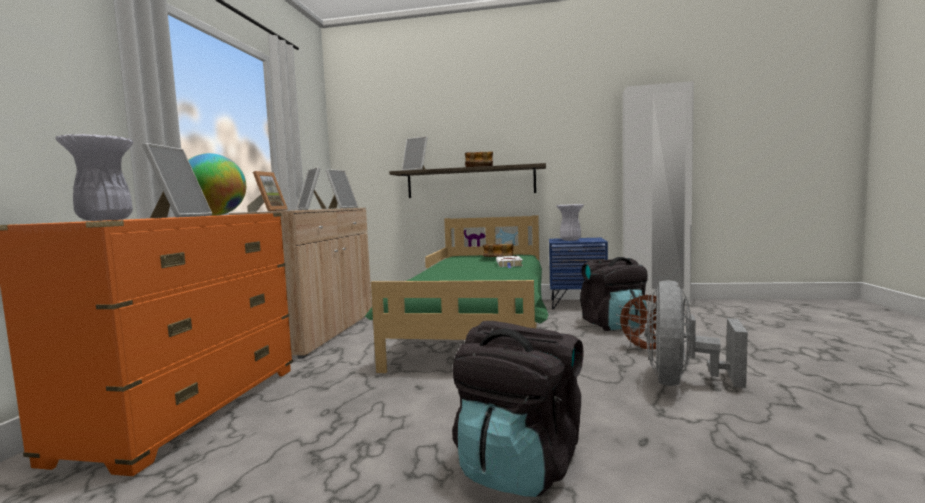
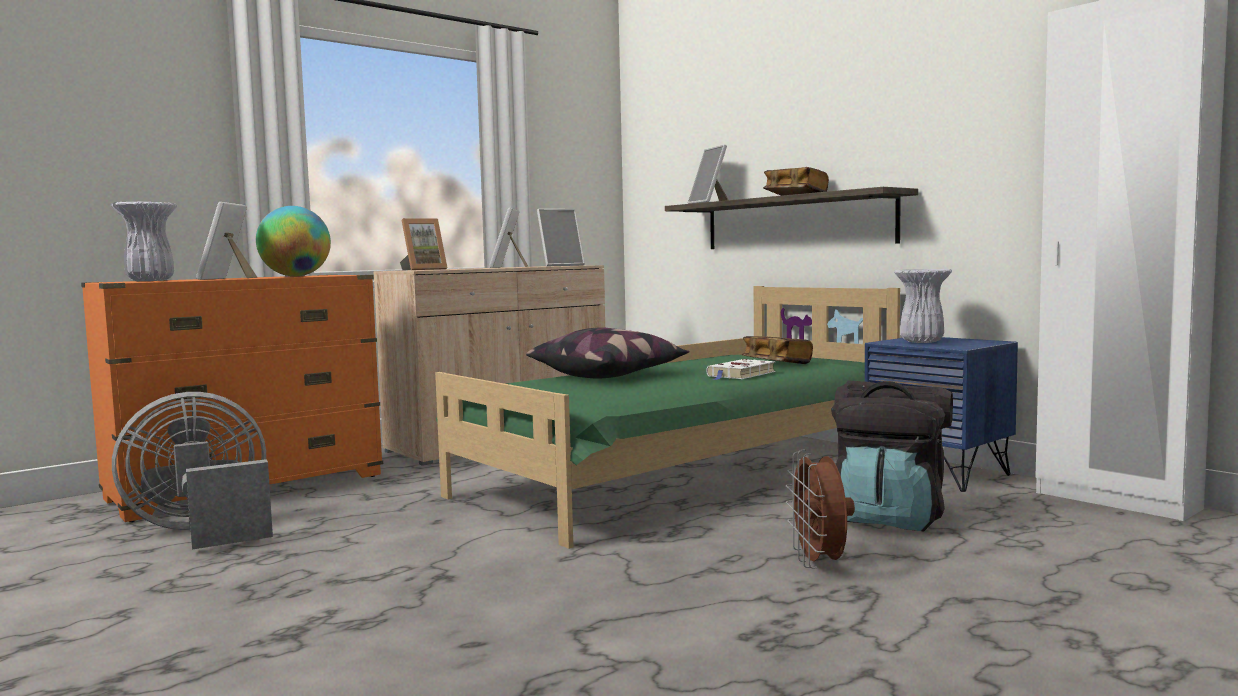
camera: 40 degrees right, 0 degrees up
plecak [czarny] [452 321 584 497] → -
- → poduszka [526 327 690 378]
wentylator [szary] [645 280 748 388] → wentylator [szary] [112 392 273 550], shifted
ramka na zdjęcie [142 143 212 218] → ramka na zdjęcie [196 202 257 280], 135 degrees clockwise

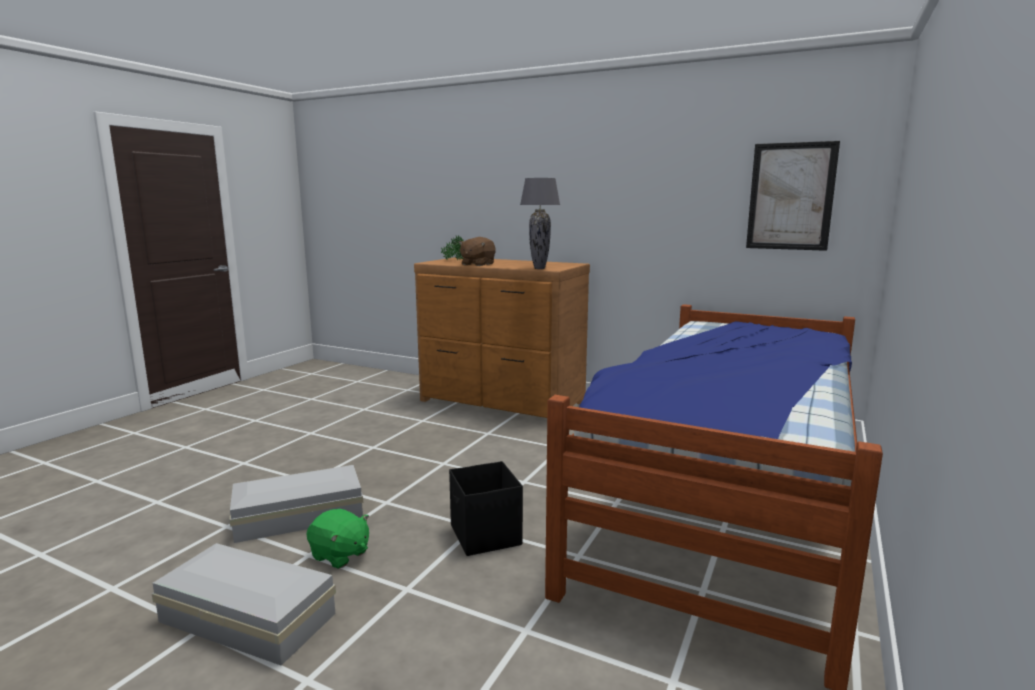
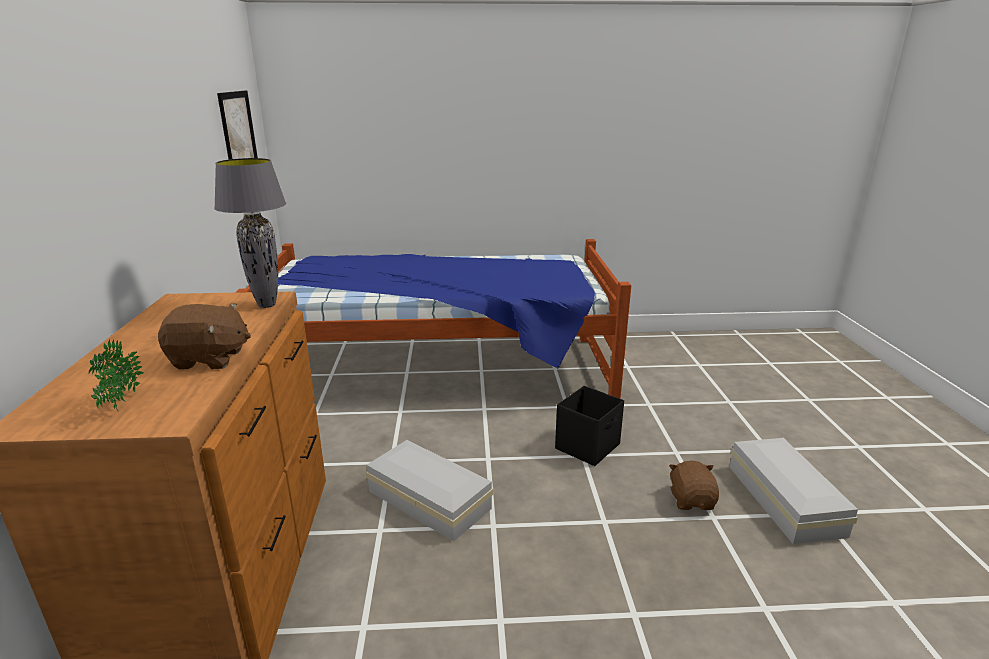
camera: 120 degrees left, 10 degrees up
pojemnik do przechowywania [biały] [229 465 363 543] → pojemnik do przechowywania [biały] [366 440 493 541], shifted
pluszak [zielony] [306 509 369 569] → pluszak [brązowy] [669 461 719 510]

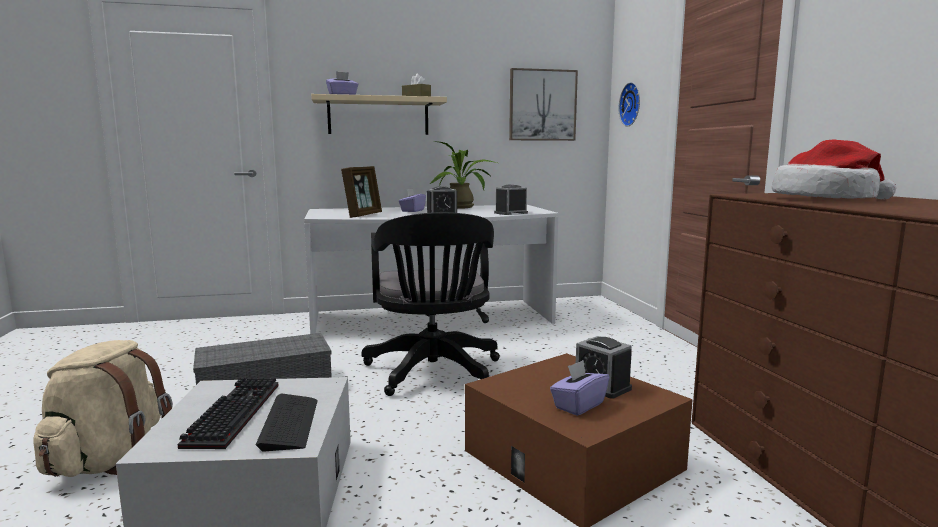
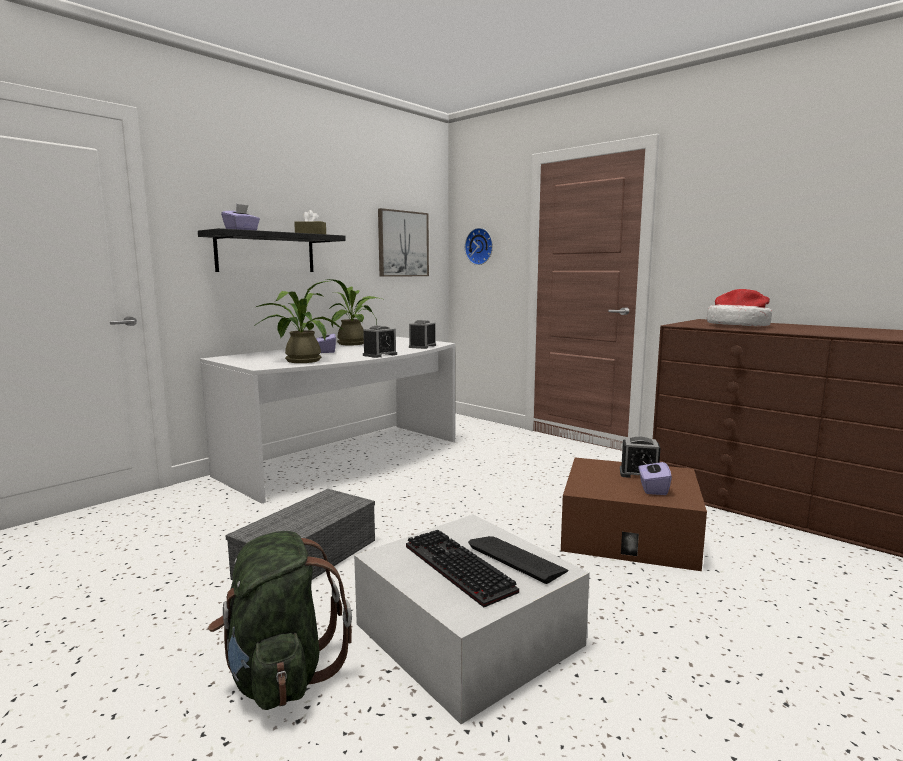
camera: 35 degrees left, 0 degrees up
krzesło biurowe [czarny] [361 212 500 396] → -
ramka na zdjęcie [341 166 382 218] → roślina doniczkowa [254 281 344 363]
plecak [beżowy] [33 340 173 477] → plecak [zielony] [208 531 352 710]
półka [beżowy] [311 94 447 135] → półka [czarny] [198 228 346 272]

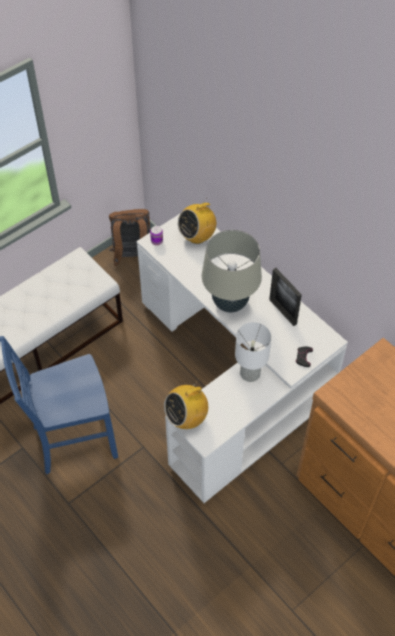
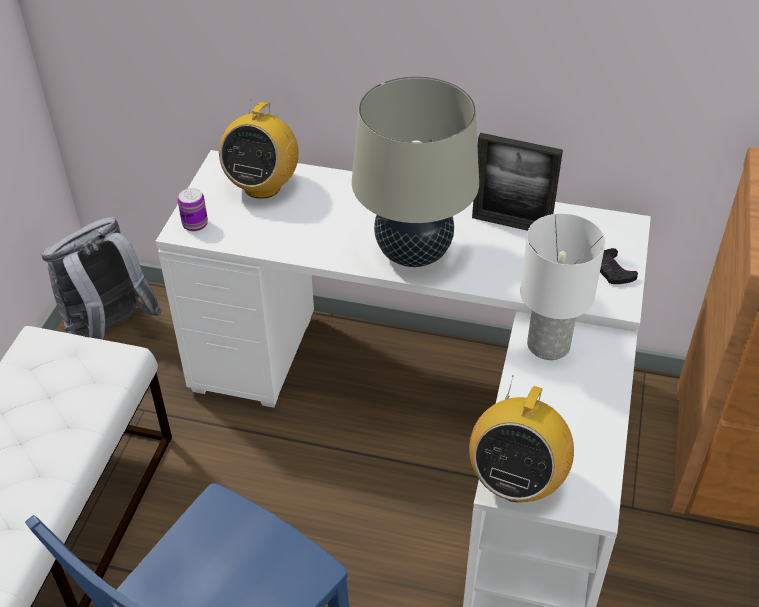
camera: 35 degrees left, 10 degrees down
plecak [brązowy] [109 209 150 266] → plecak [szary] [42 217 162 340]

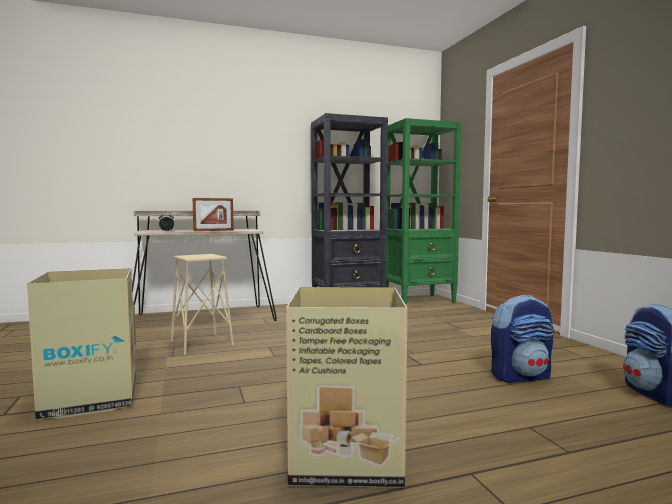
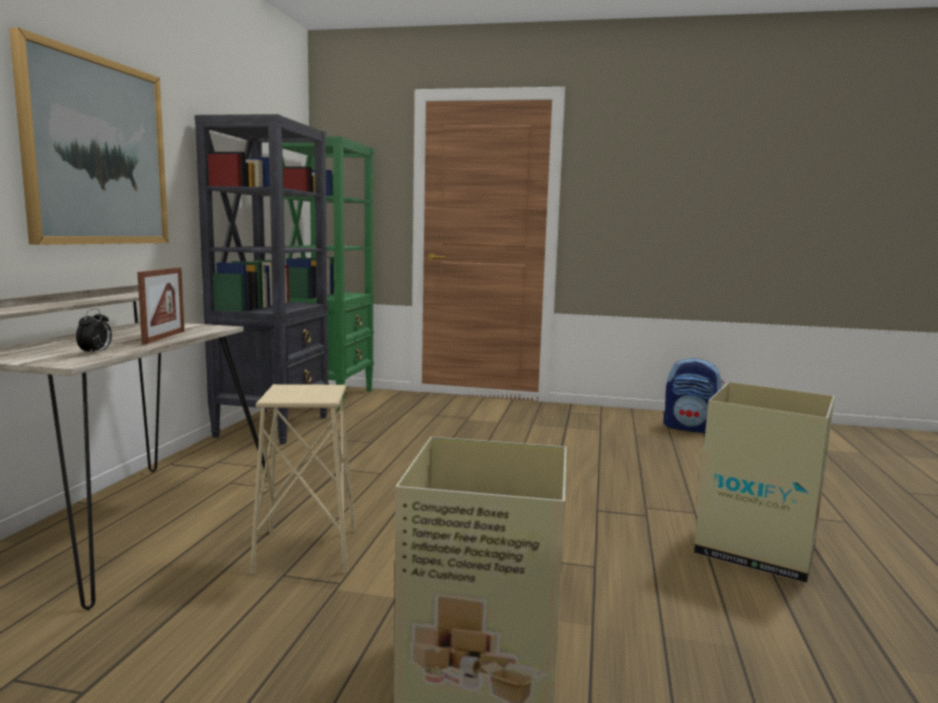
camera: 60 degrees left, 5 degrees up
plecak [491 295 554 383] → -
- → obraz [9 27 169 245]

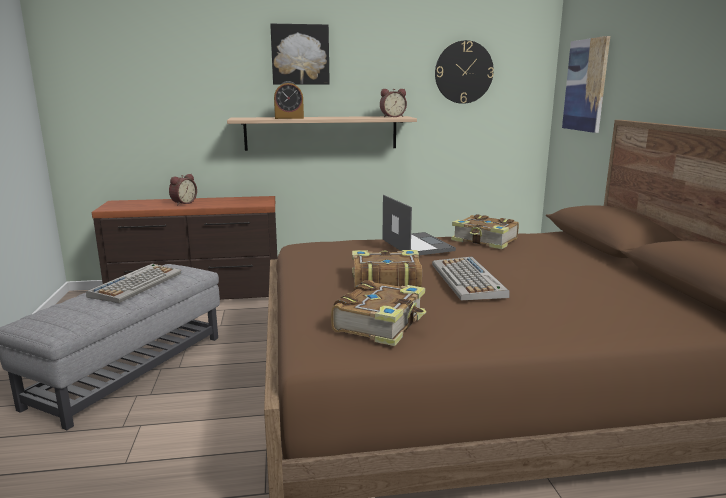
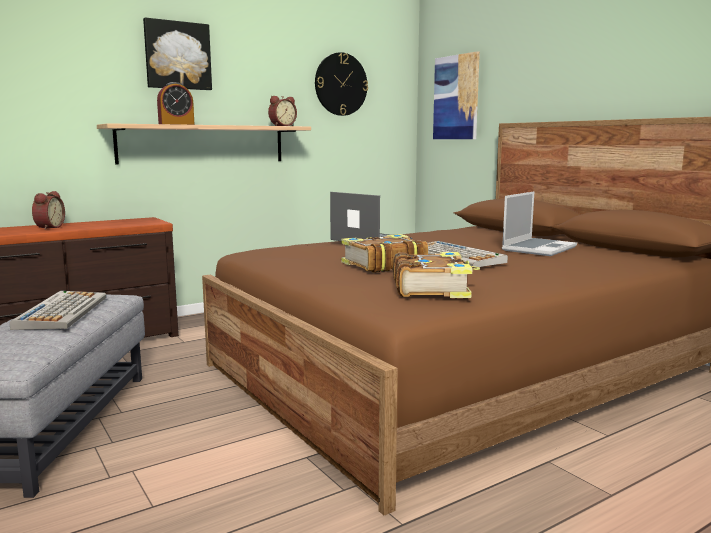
camera: 25 degrees left, 5 degrees down
książka [451 214 519 249] → -
- → laptop [502 191 577 256]

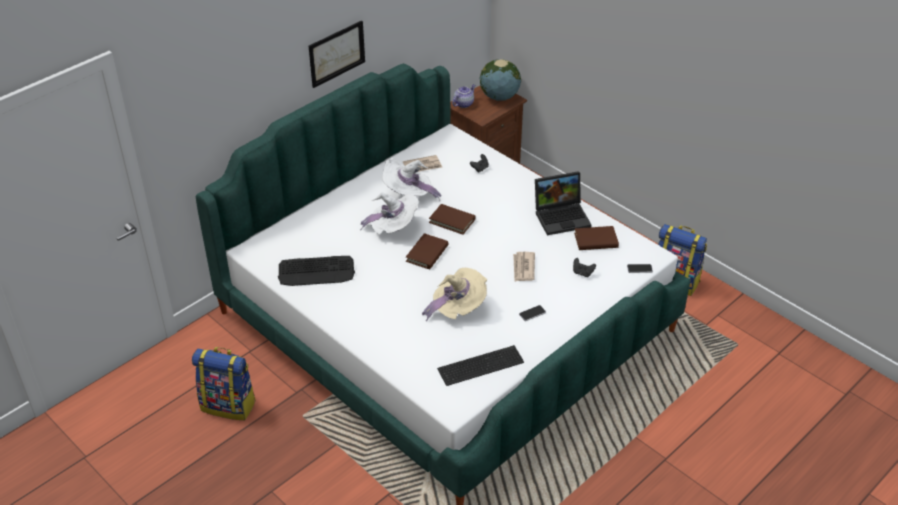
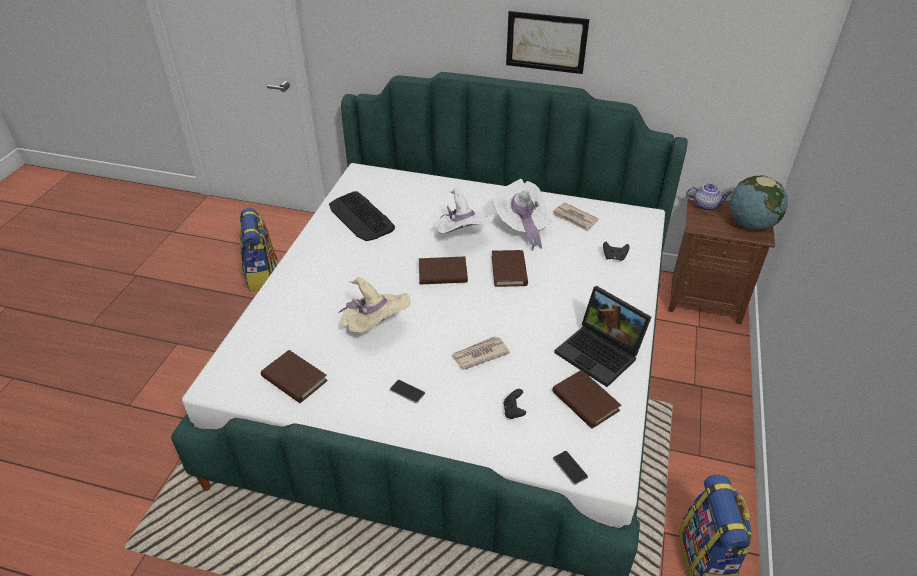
camera: 60 degrees right, 0 degrees up
klawiatura [437 345 524 386] → książka [brązowy] [261 350 328 403]

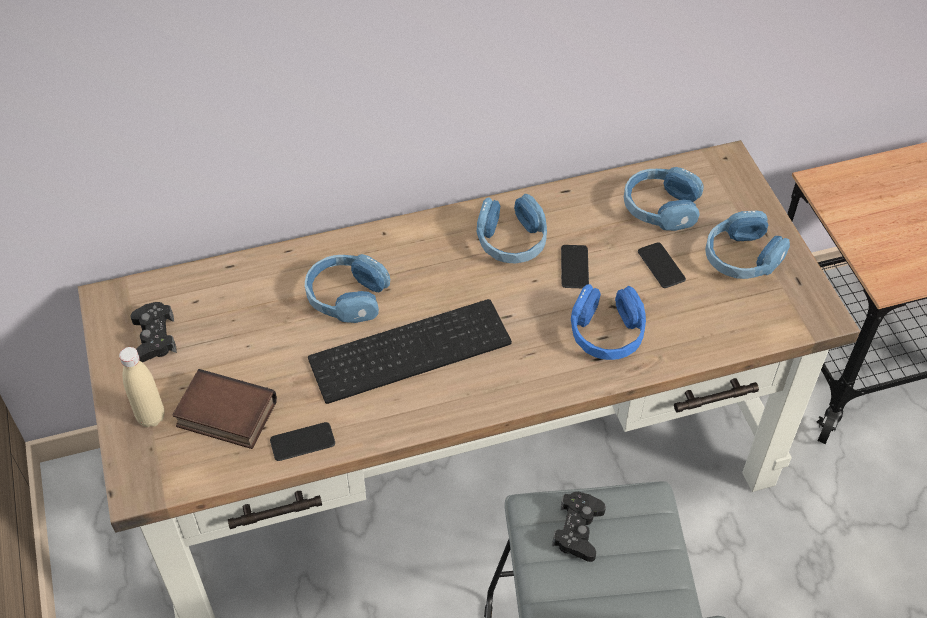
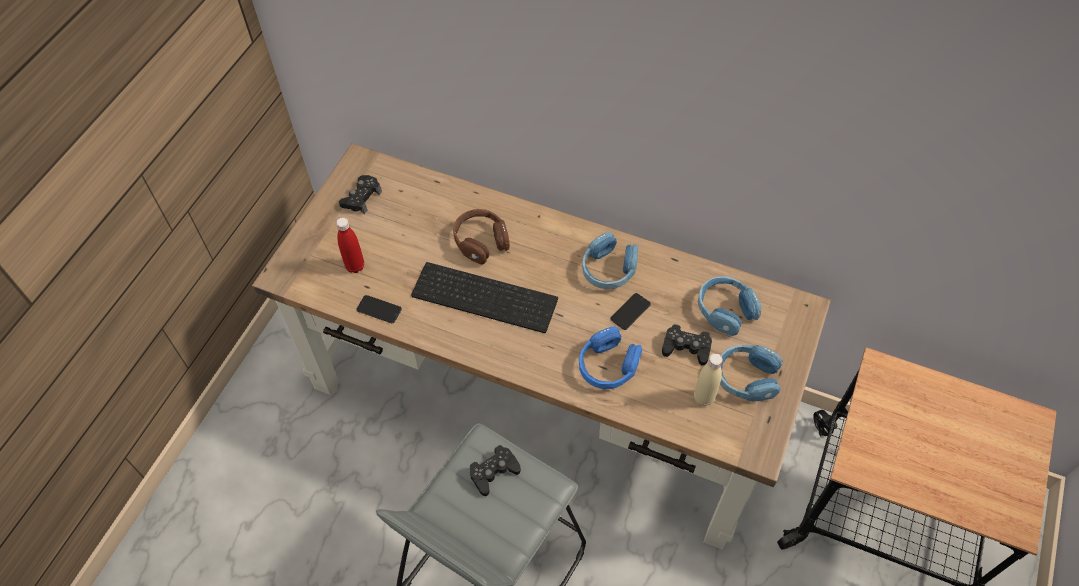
camera: 40 degrees right, 5 degrees up
butelka [beżowy] [119 347 165 427] → butelka [beżowy] [694 353 723 406], shifted
książka [173 369 277 449] → butelka [czerwony] [336 217 364 273]
telefon [638 242 686 288] → pad do gier [czarny] [662 324 712 366]
słuchawki [niebieski] [305 254 390 323] → słuchawki [brązowy] [453 209 510 264]

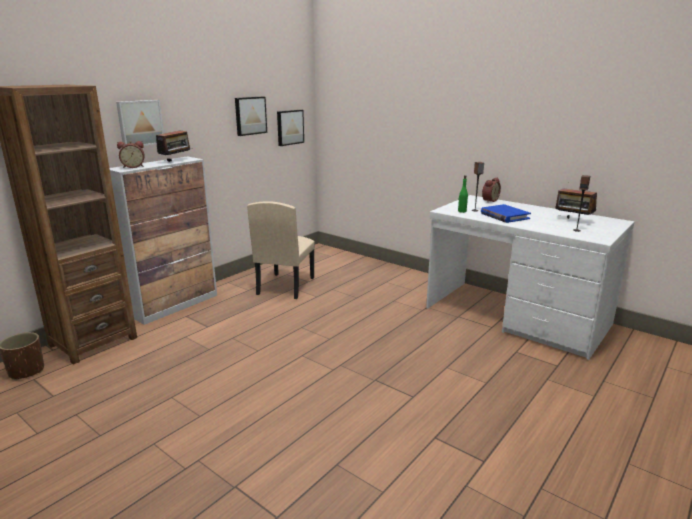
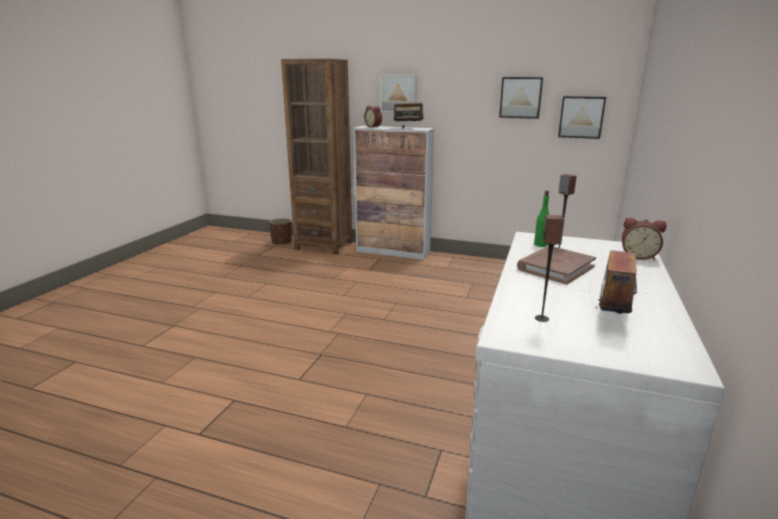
camera: 70 degrees right, 0 degrees up
krzesło [beżowy] [247 201 315 299] → -
książka [niebieski] [481 204 531 223] → książka [brązowy] [517 246 596 284]

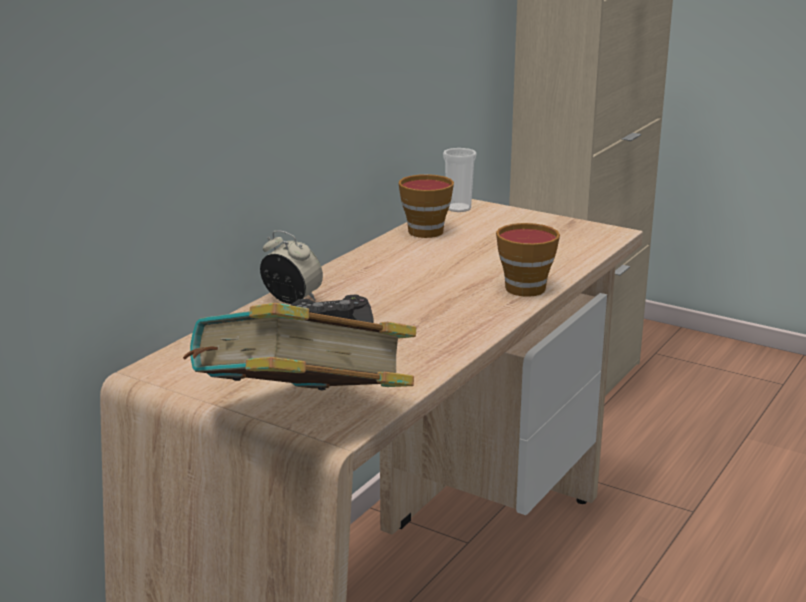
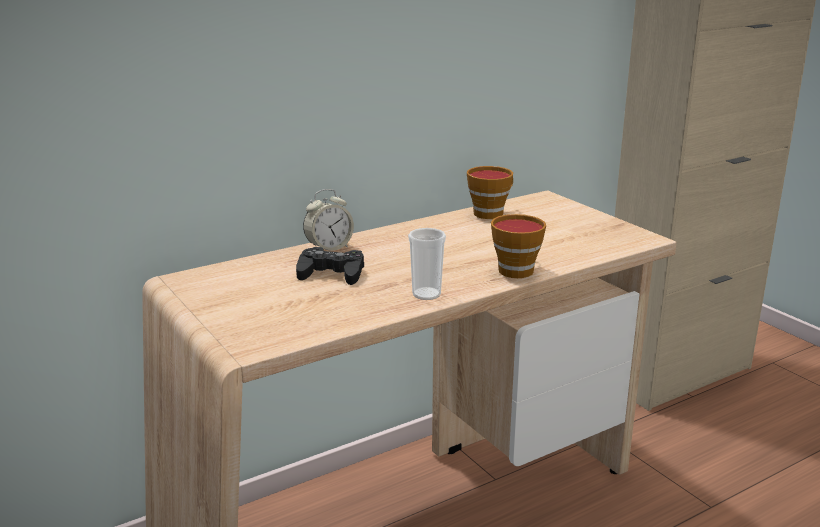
camera: 25 degrees right, 0 degrees up
książka [183 303 416 390] → -
filiżanka [443 148 477 212] → filiżanka [408 228 446 300], shifted
budzik [260 231 323 304] → budzik [303 189 354 251], 90 degrees clockwise

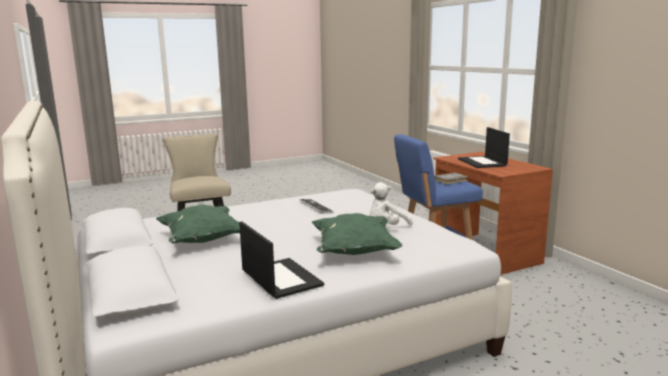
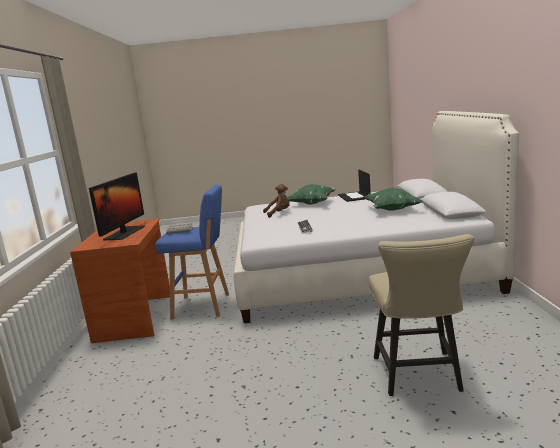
camera: 155 degrees left, 0 degrees up
laptop [458 127 510 168] → monitor [89 172 145 240]
pluszak [biały] [370 182 413 226] → pluszak [brązowy] [263 184 290 218]

